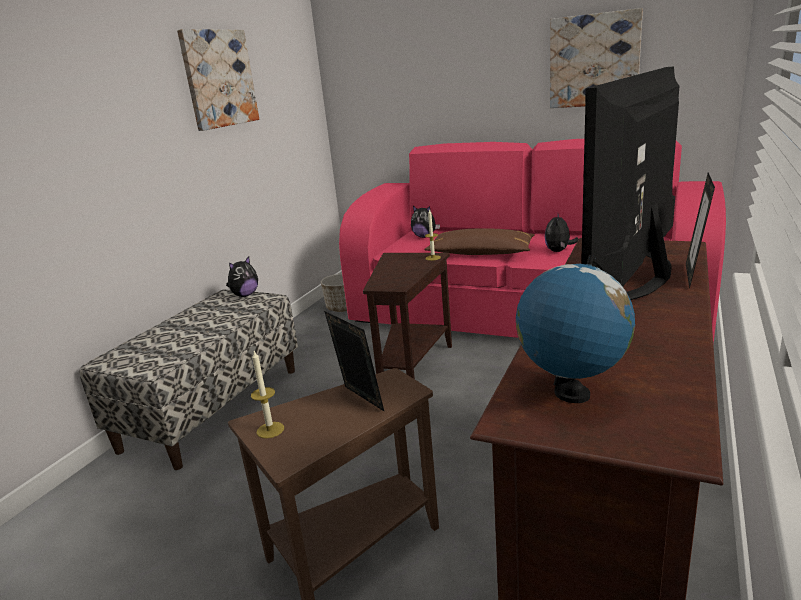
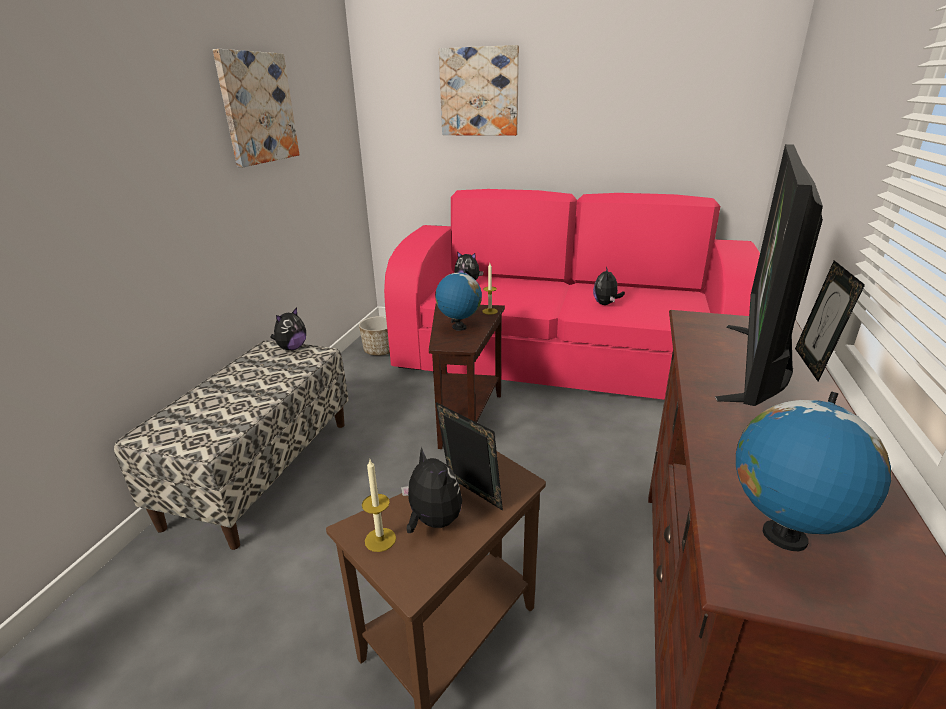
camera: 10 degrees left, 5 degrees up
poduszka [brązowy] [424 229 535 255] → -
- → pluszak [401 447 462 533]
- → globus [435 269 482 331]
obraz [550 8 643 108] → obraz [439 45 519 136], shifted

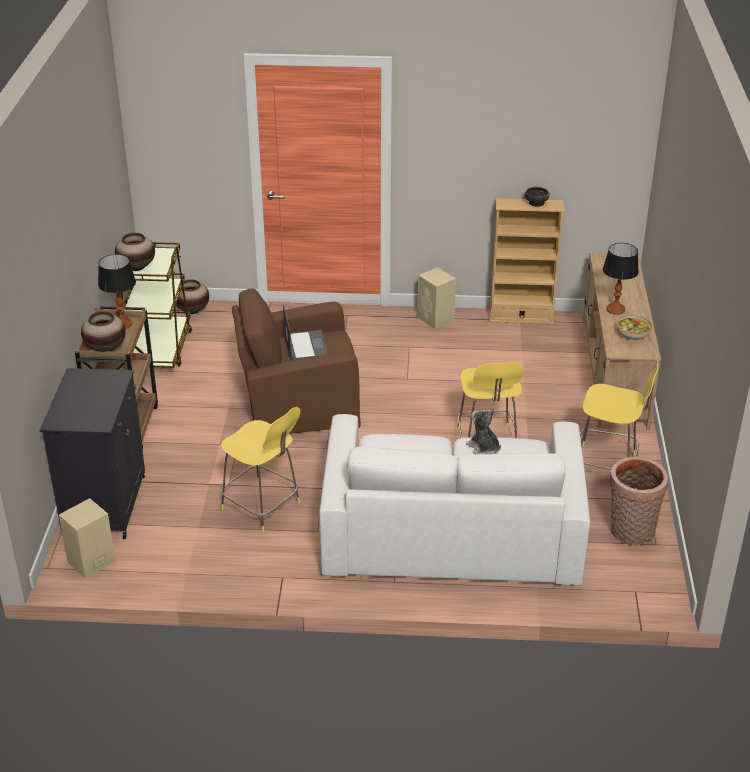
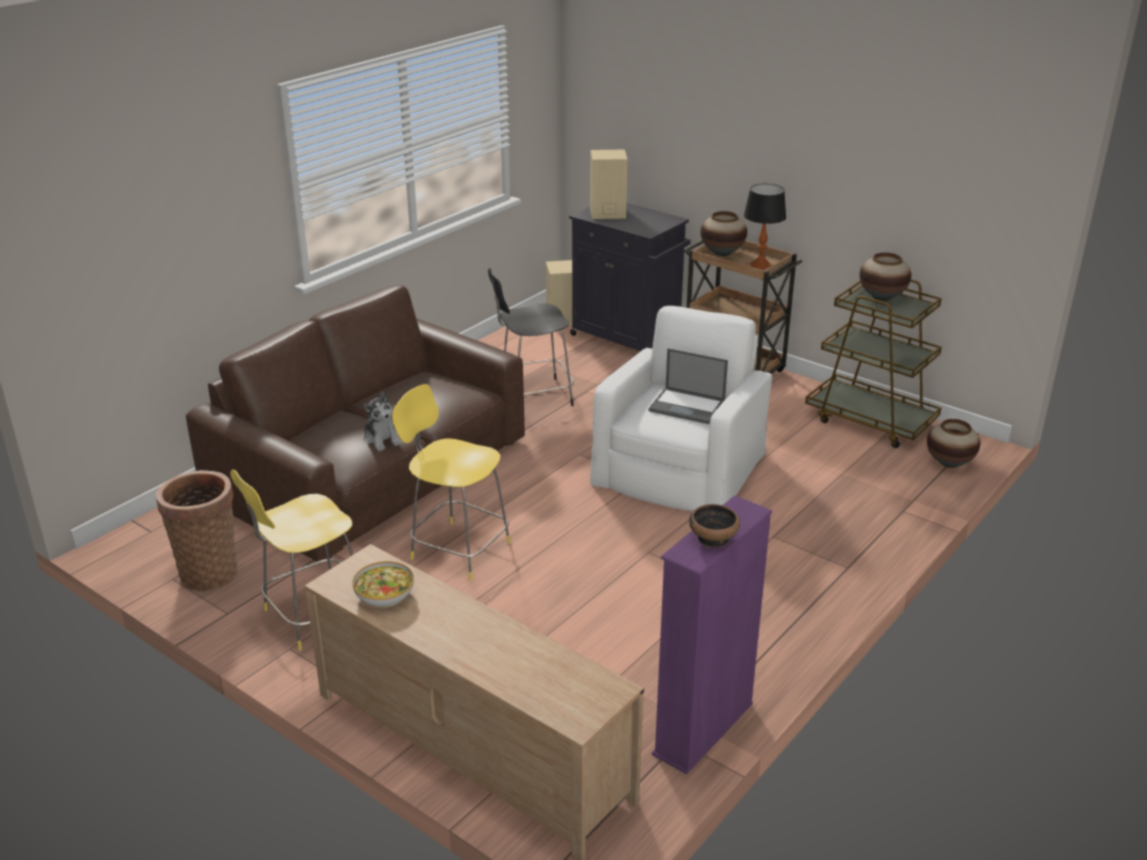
camera: 125 degrees right, 5 degrees down
lampa stołowa [603 243 639 315] → -
głośnik [beżowy] [417 267 456 329] → głośnik [beżowy] [590 150 627 219], shifted
stołek [żółty] [221 407 300 533] → stołek [czarny] [488 268 574 406]
fotel [brązowy] [232 289 361 434] → fotel [biały] [590 306 772 511]
kanapa [biały] [319 414 590 586] → kanapa [brązowy] [186 285 525 562]
regał [beżowy] [489 198 565 324] → regał [fioletowy] [652 495 772 774]
pluszak [466 409 501 454] → pluszak [363 392 402 451], 60 degrees clockwise

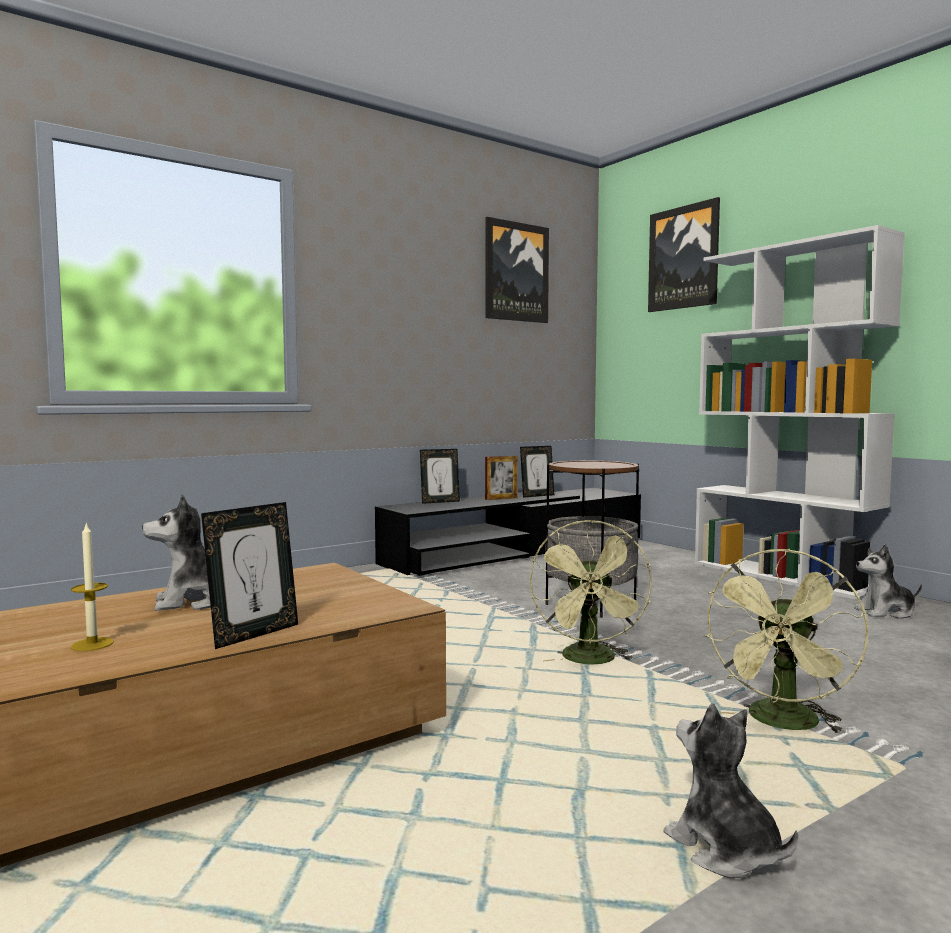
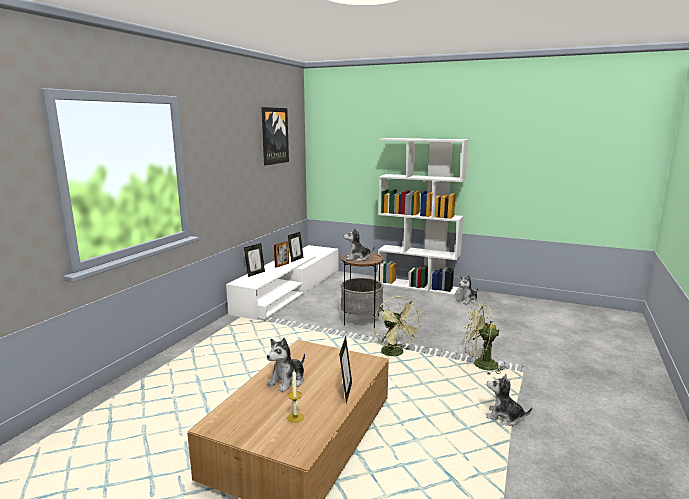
camera: 30 degrees left, 10 degrees up
obraz [648 197 720 312] → -
- → pluszak [344 228 375 261]
szafka pod telewizor [czarny] [375 488 641 576] → szafka pod telewizor [biały] [226 245 338 320]
wentylator [zielony] [704 549 868 734] → wentylator [zielony] [463 304 507 374], 90 degrees clockwise

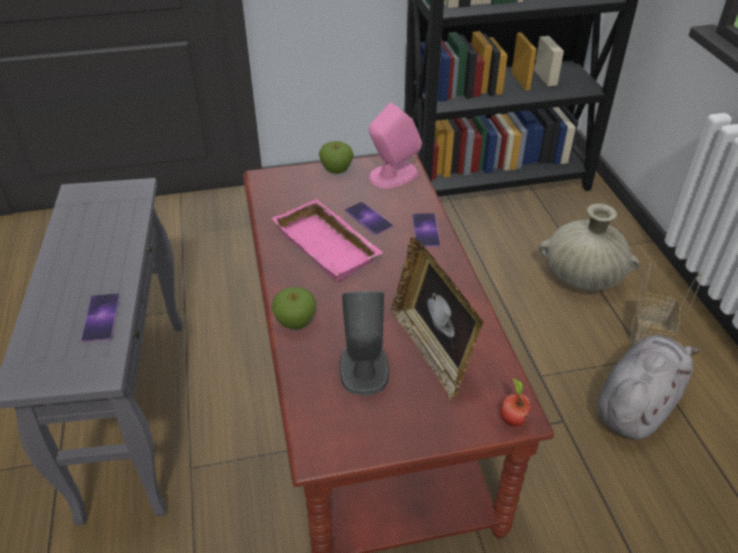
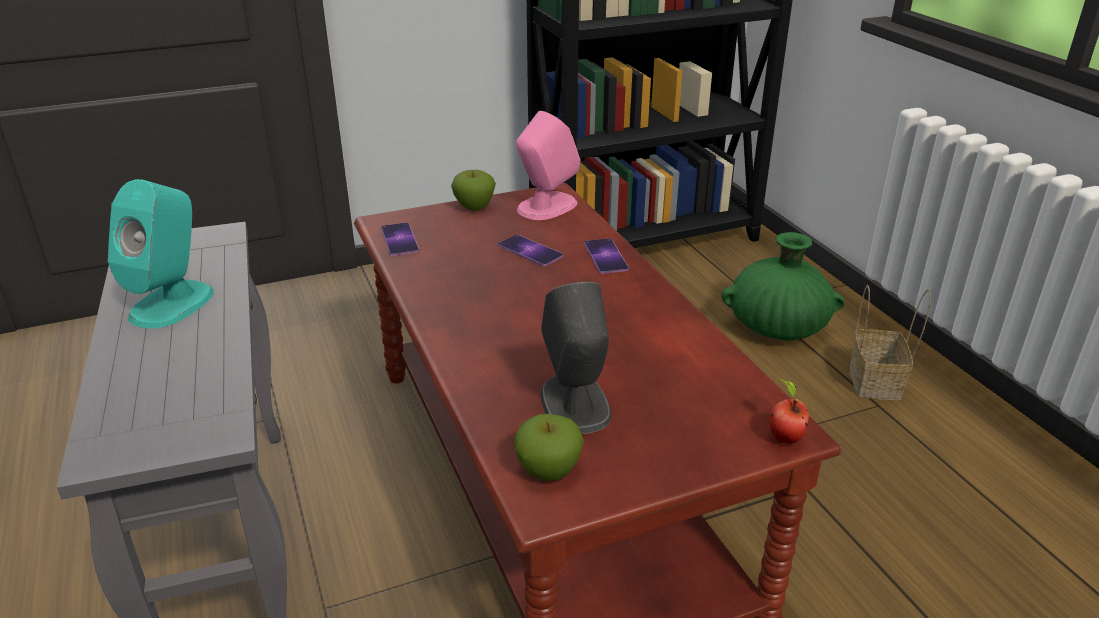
camera: 10 degrees left, 10 degrees down
taca [różowy] [272 199 383 283] → -
ramka na zdjęcie [391 237 484 401] → -
pluszak [szary] [597 335 699 440] → -
- → głośnik [turkusowy] [108 179 214 329]
telefon [81 293 120 342] → telefon [381 222 419 256], shifted
jabłko [271 287 316 329] → jabłko [514 414 584 480], shifted
wazon [beżowy] [539 204 640 291] → wazon [zielony] [721 232 845 340]

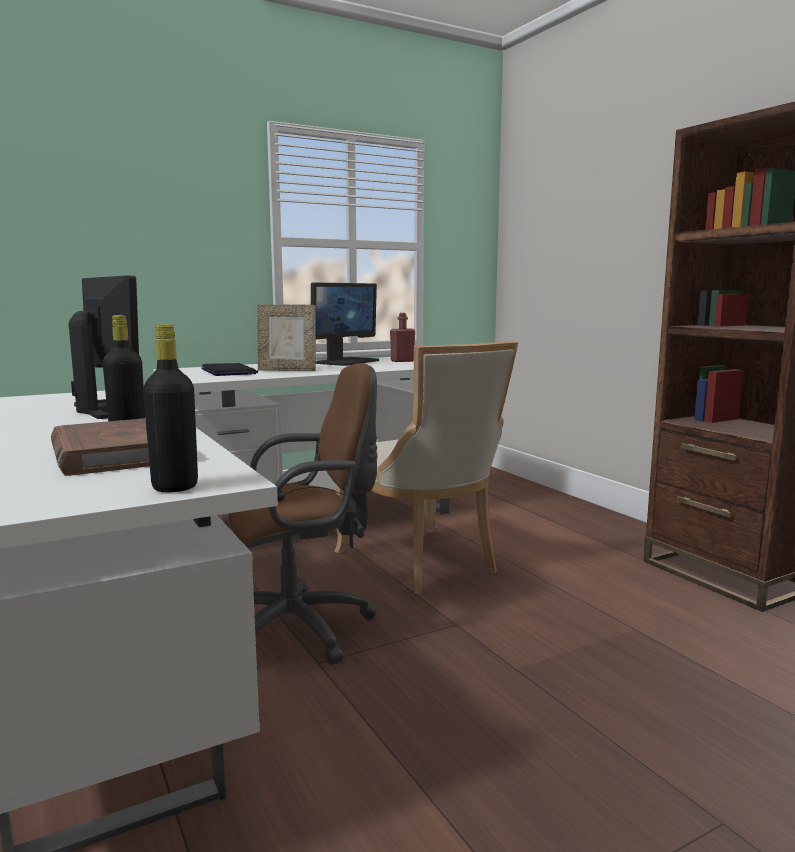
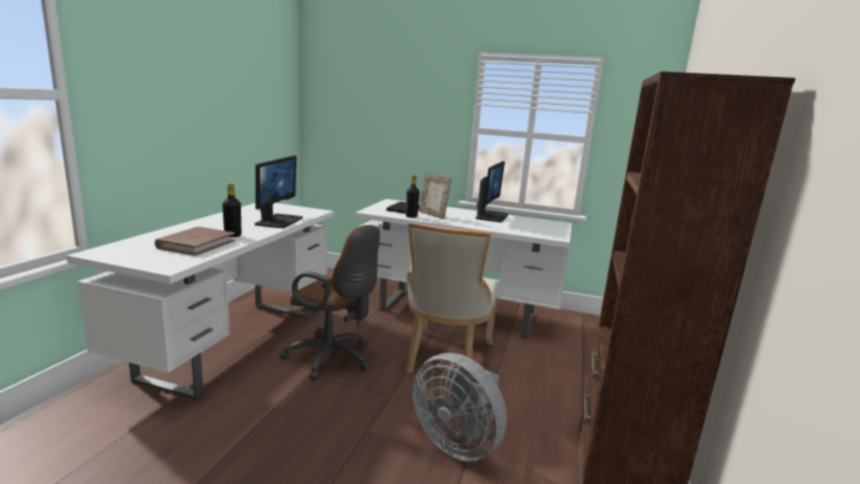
camera: 45 degrees right, 5 degrees up
butelka [czerwony] [390 313 415 362] → -
- → wentylator [szary] [412 353 507 462]
butelka [czarny] [143 324 198 492] → butelka [czarny] [406 176 419 218], shifted
monitor [311 282 379 366] → monitor [476 161 508 223], 60 degrees counterclockwise

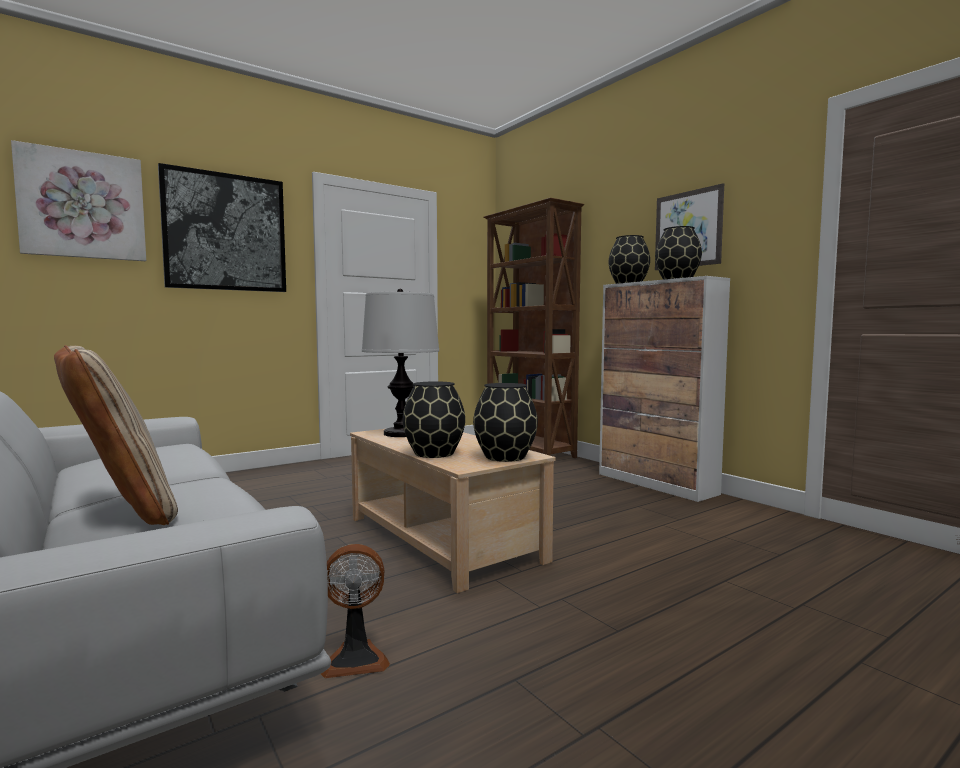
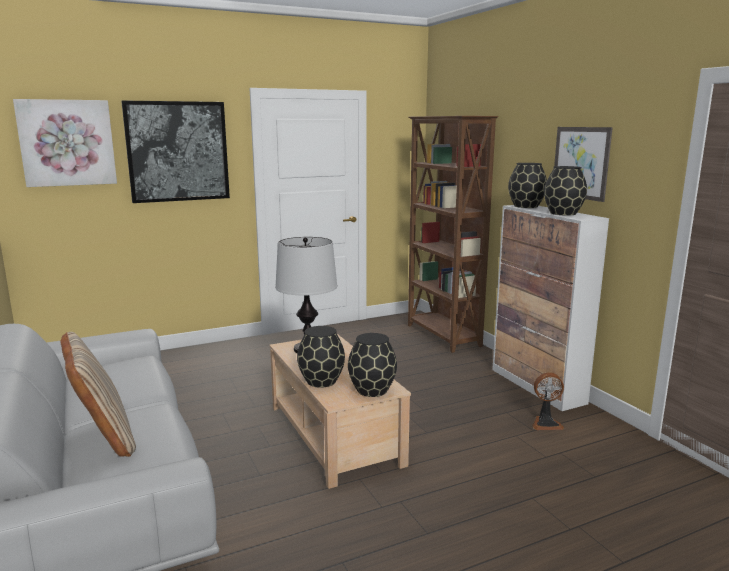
camera: 10 degrees right, 10 degrees up
wentylator [321 544 390 678] → wentylator [532 372 564 430], shifted

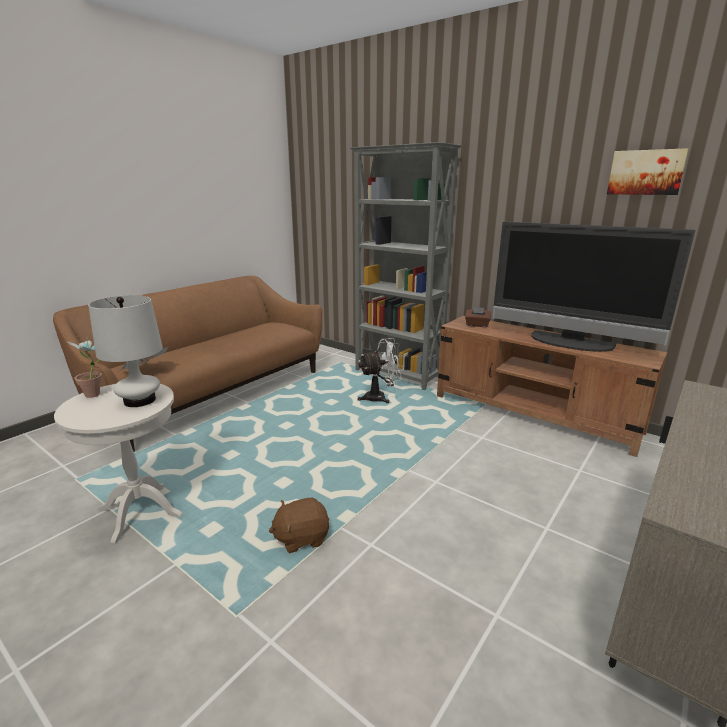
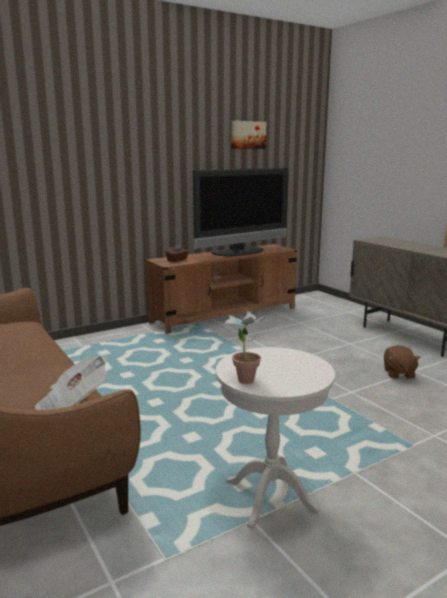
camera: 70 degrees left, 5 degrees down
lampa stołowa [biały] [88 295 163 407] → -
regał [szary] [350 142 462 390] → -
wentylator [biały] [358 338 404 403] → -
pluszak [brązowy] [269 497 329 553] → pluszak [brązowy] [384 345 421 379], shifted

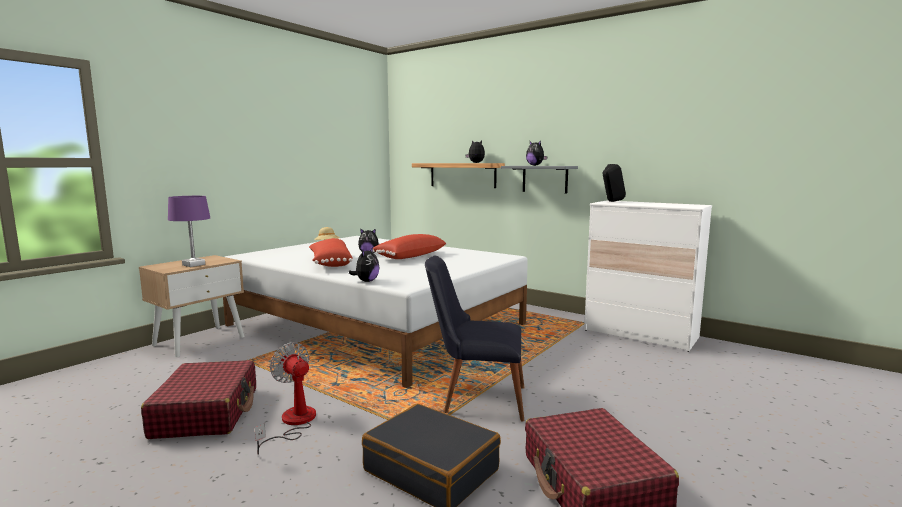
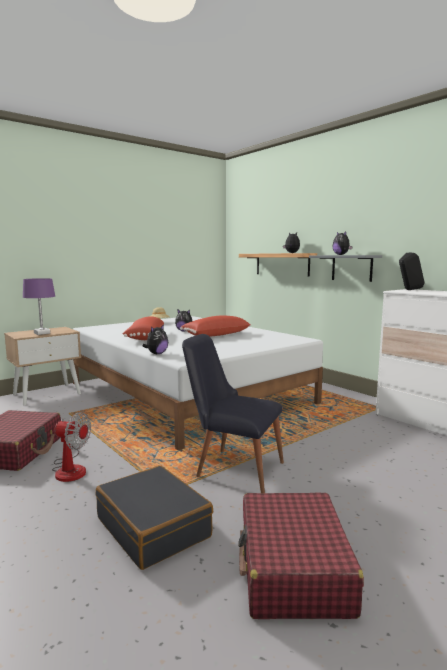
camera: 15 degrees right, 0 degrees up
wentylator [254 343 316 455] → wentylator [52 412 91 482], 135 degrees clockwise

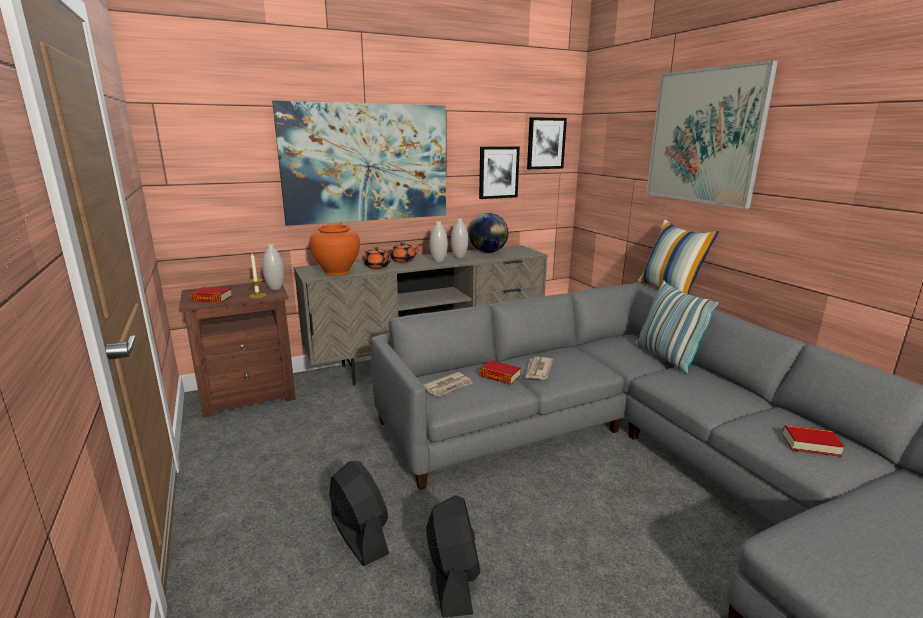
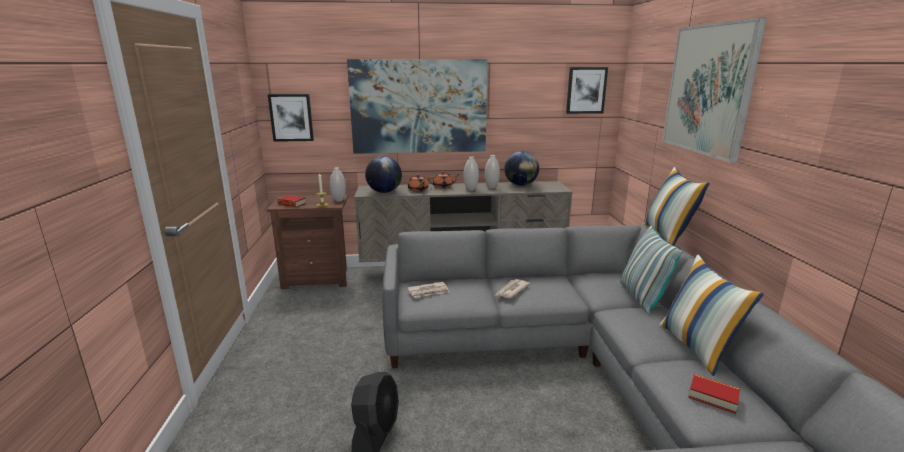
camera: 20 degrees right, 0 degrees up
wentylator [czarny] [329 461 389 566] → -
książka [480 360 520 385] → -
- → poduszka [659 255 764 376]
obraz [479 146 520 199] → obraz [268 94 314 142], shifted
wazon [pomarańczowy] [309 224 360 276] → globus [365 156 402 193]

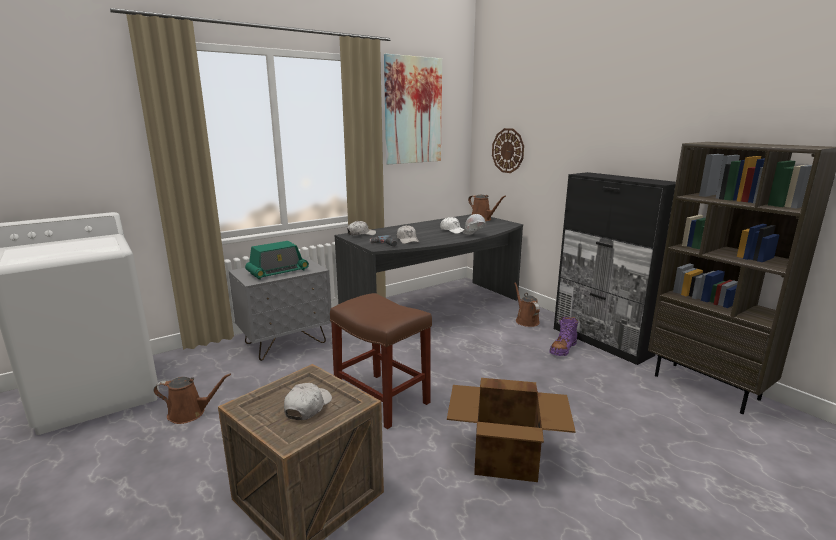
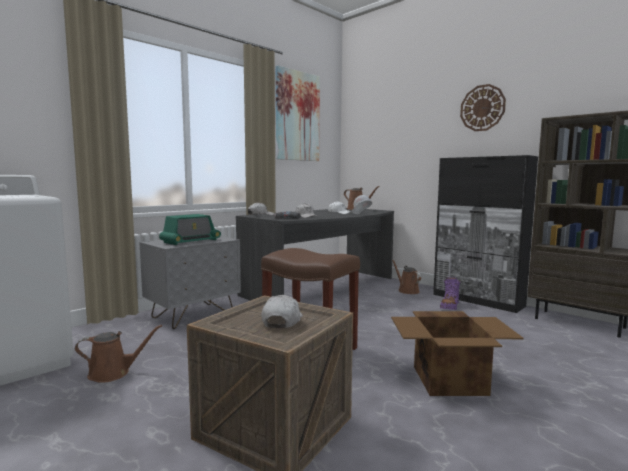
camera: 10 degrees left, 10 degrees down
zegar ścienny [492 128 524 173] → zegar ścienny [460 84 506 131], shifted

